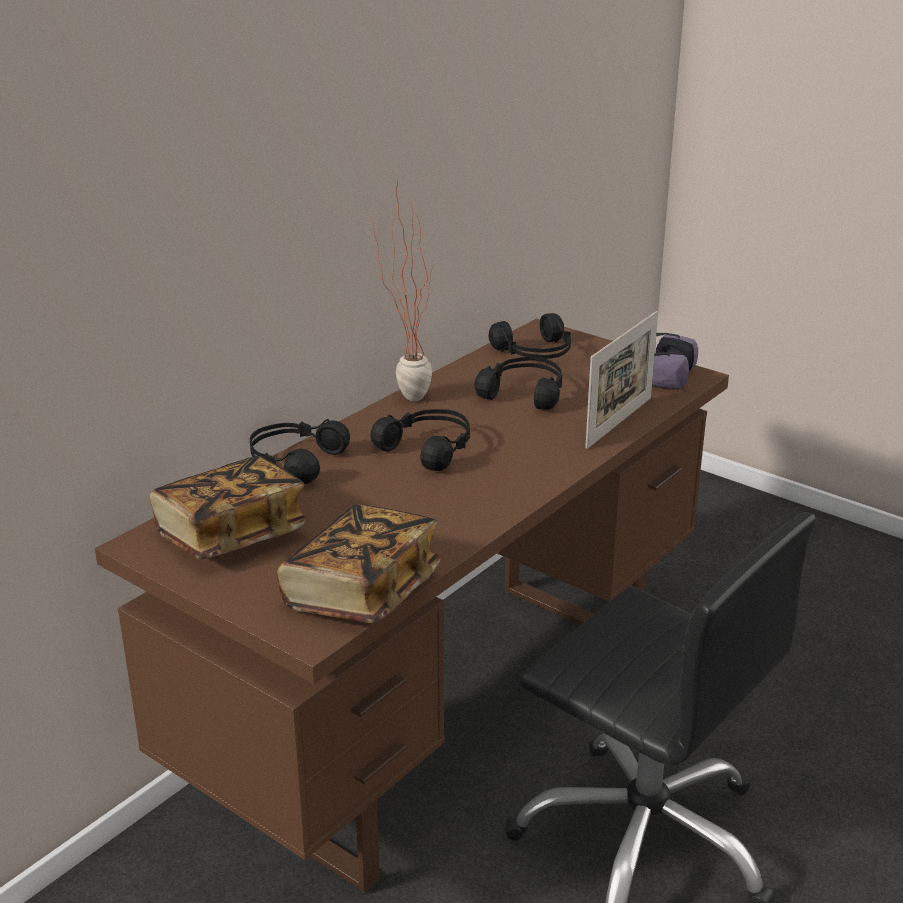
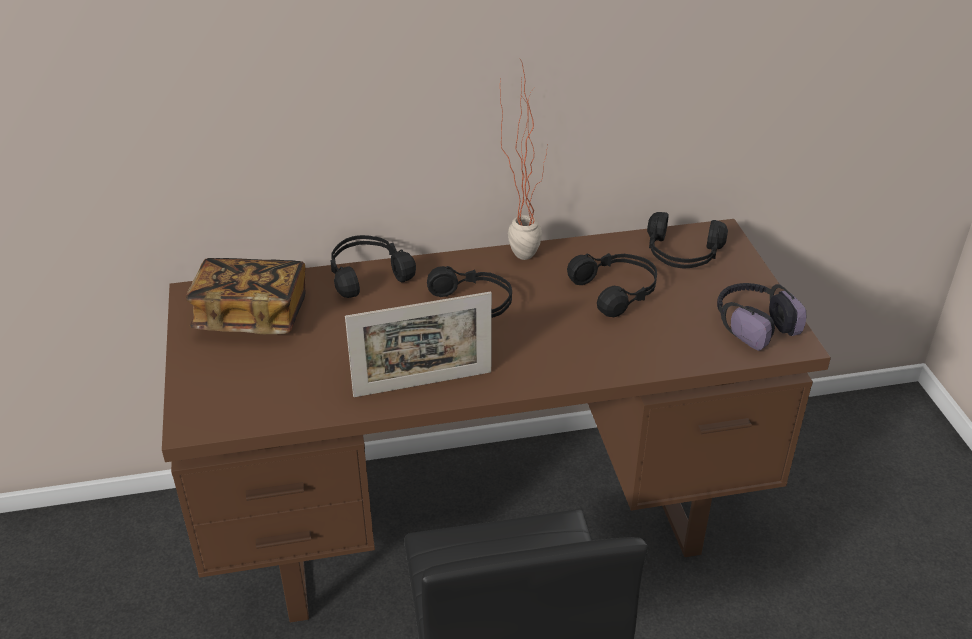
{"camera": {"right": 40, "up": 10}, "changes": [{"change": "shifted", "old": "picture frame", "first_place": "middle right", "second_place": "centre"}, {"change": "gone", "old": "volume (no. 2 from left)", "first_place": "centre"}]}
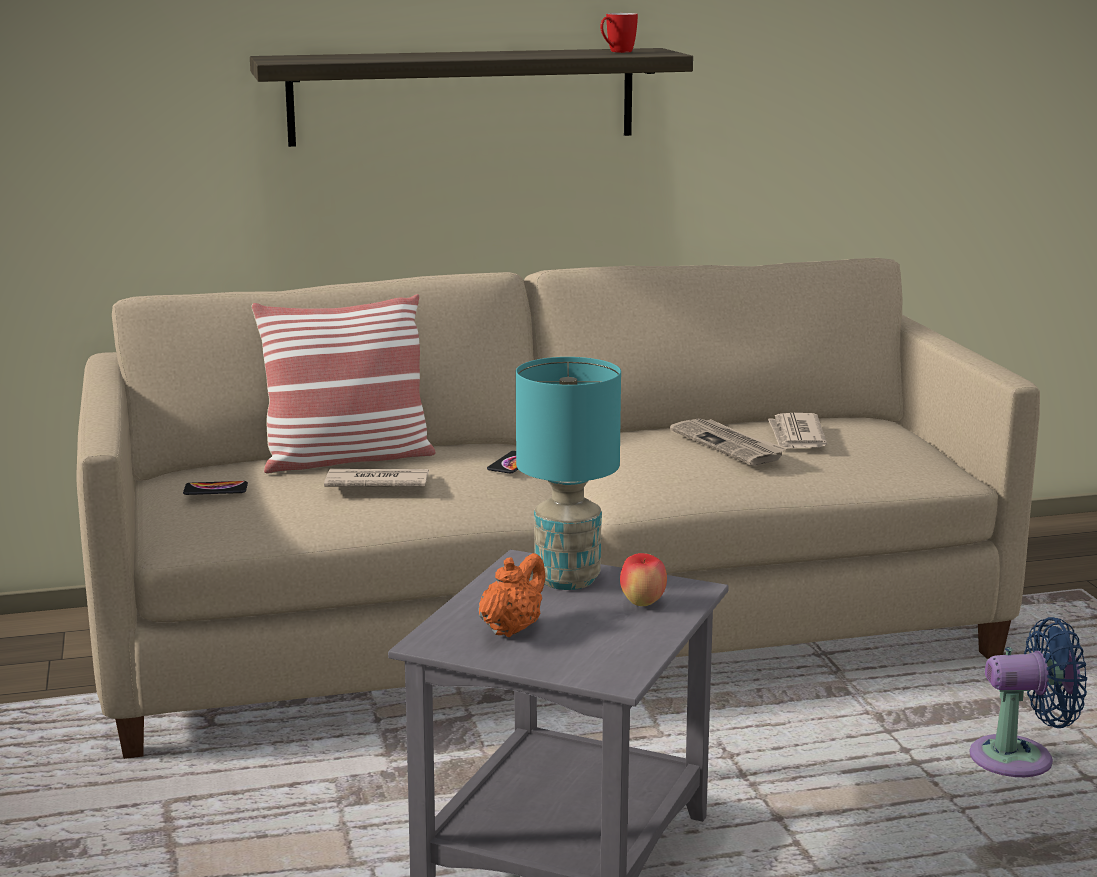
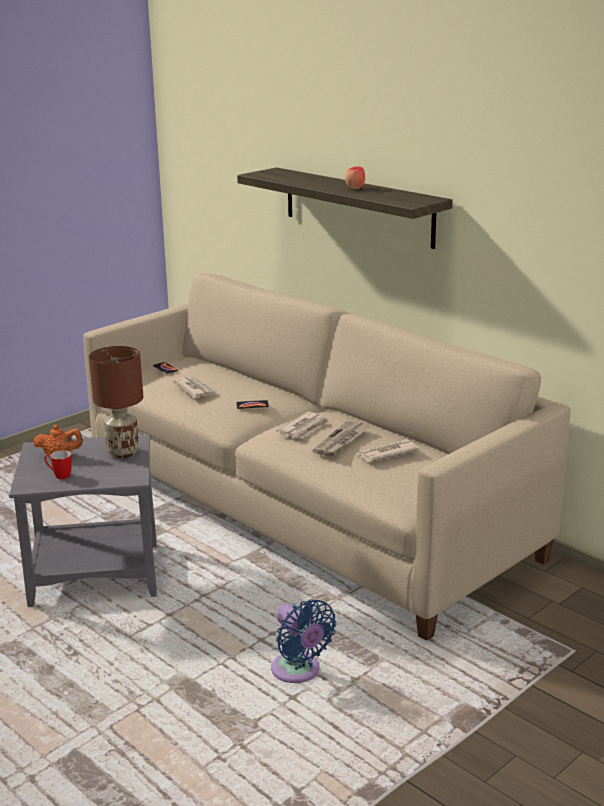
{"camera": {"right": 60, "up": 5}, "changes": [{"change": "shifted", "old": "mug", "first_place": "top centre", "second_place": "middle left"}, {"change": "gone", "old": "cushion", "first_place": "middle left"}, {"change": "repainted", "old": "turquoise table lamp", "new": "brown-coloured table lamp", "first_place": "centre", "second_place": "middle left"}, {"change": "shifted", "old": "whole apple", "first_place": "centre", "second_place": "top centre"}, {"change": "new", "new": "newspaper (no. 2 from left)", "second_place": "centre"}]}
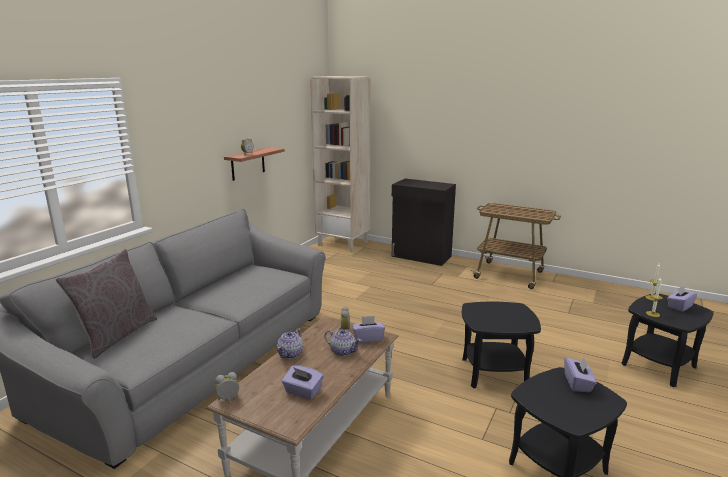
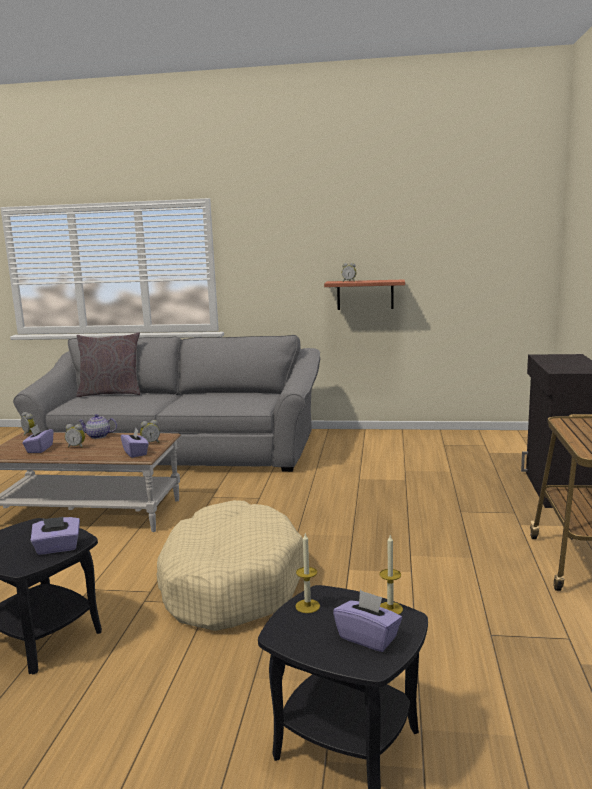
{"camera": {"right": 70, "up": -5}, "changes": [{"change": "gone", "old": "beige bookcase", "first_place": "centre"}, {"change": "swapped", "old": "black-coloured end table (no. 1 from left)", "new": "beige dog cushion", "first_place": "bottom right", "second_place": "bottom centre"}, {"change": "gone", "old": "pot for tea (no. 2 from left)", "first_place": "bottom centre"}, {"change": "new", "new": "alarm clock (no. 2 from left)", "second_place": "middle left"}]}
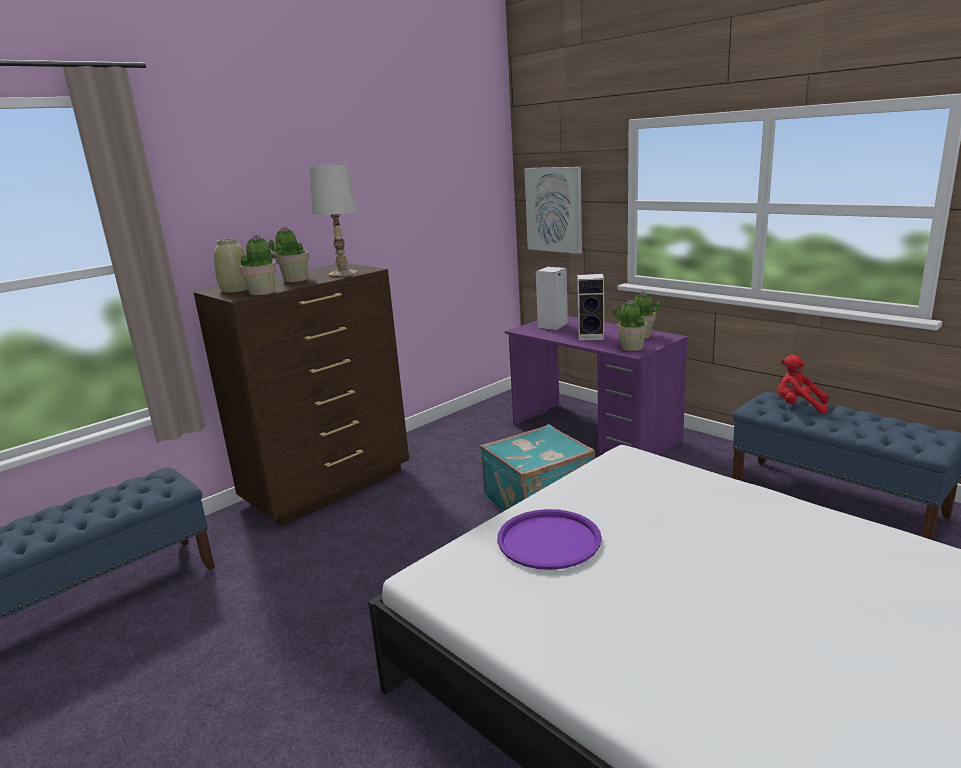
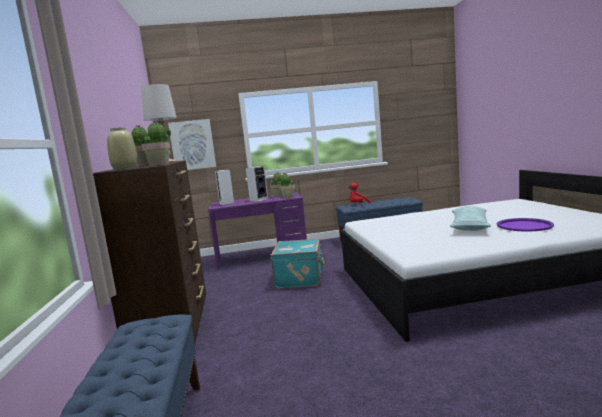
{"camera": {"right": -55, "up": -10}, "changes": [{"change": "shifted", "old": "purple tray", "first_place": "bottom centre", "second_place": "middle right"}, {"change": "new", "new": "cushion", "second_place": "middle right"}]}
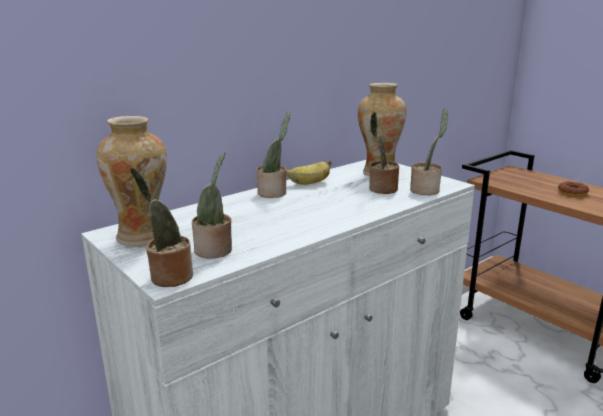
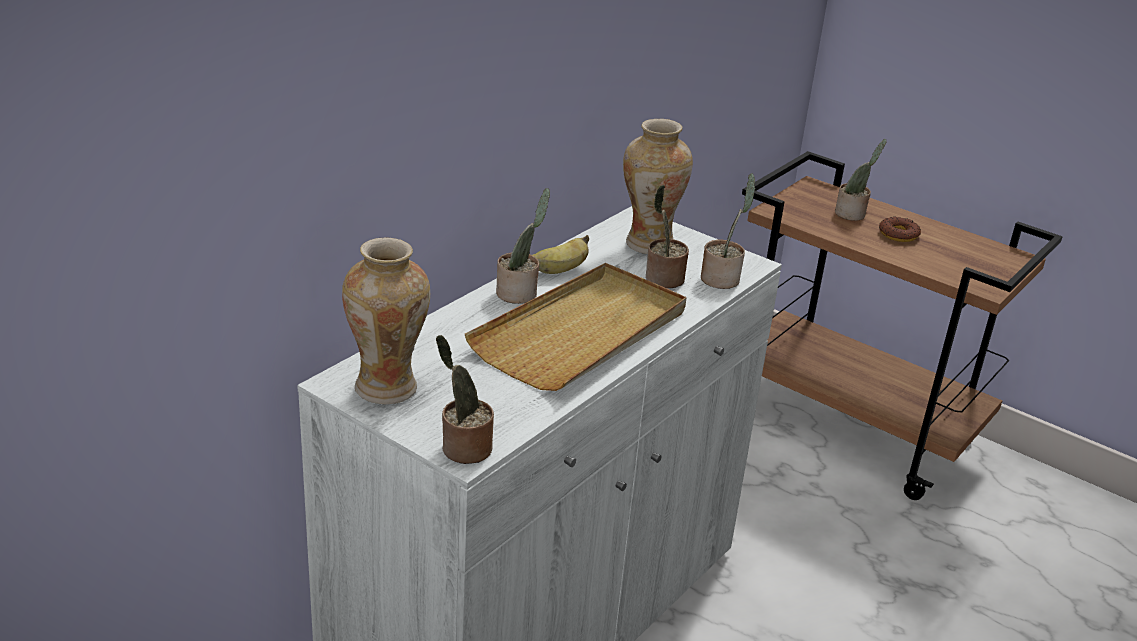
{"camera": {"right": -15, "up": 10}, "changes": [{"change": "shifted", "old": "plant in a pot (no. 2 from left in the first image)", "new": "plant in a pot (no. 5 from left)", "first_place": "centre", "second_place": "top right"}, {"change": "new", "new": "beige tray", "second_place": "centre"}]}
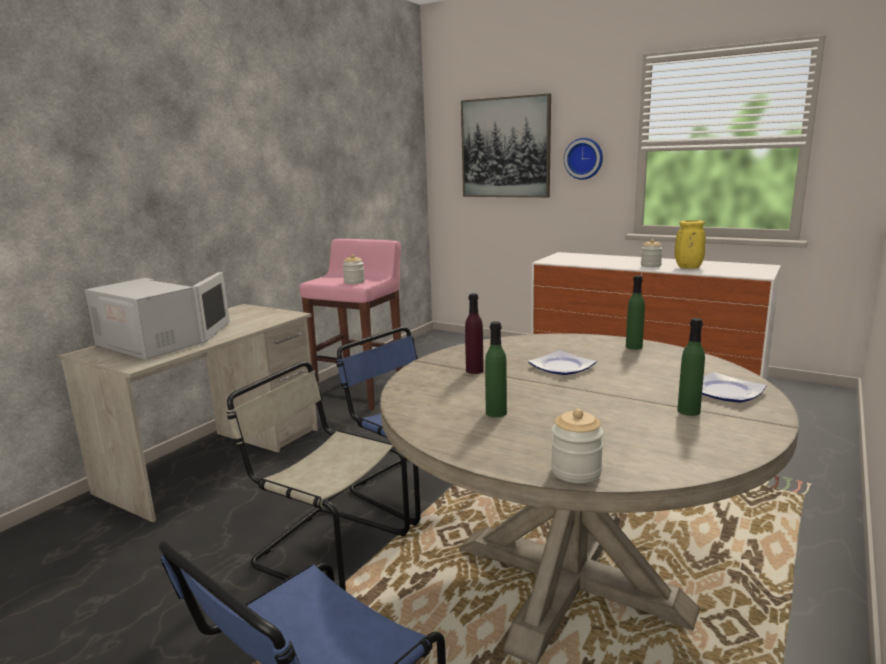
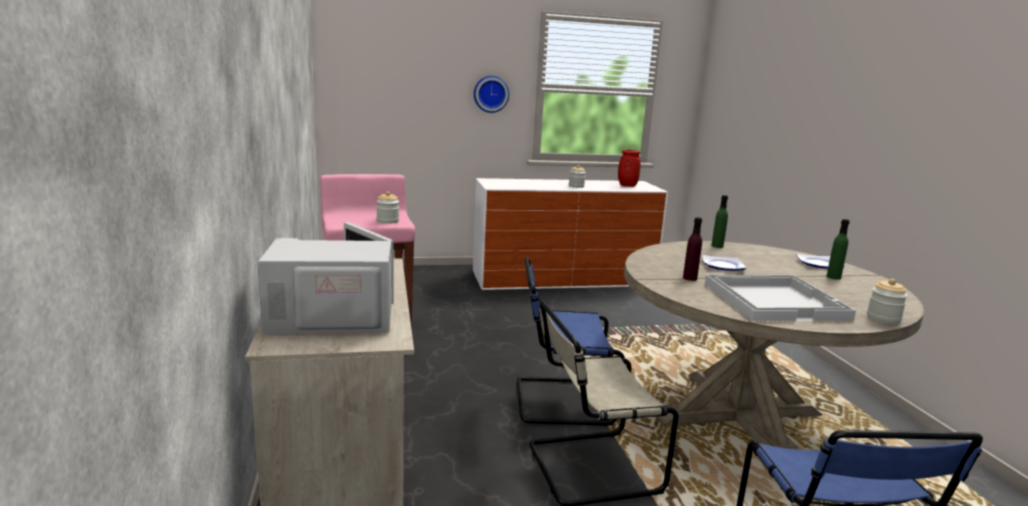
{"camera": {"right": -45, "up": 0}, "changes": [{"change": "gone", "old": "wall art", "first_place": "top centre"}, {"change": "gone", "old": "yellowish flower vase", "first_place": "middle right"}, {"change": "swapped", "old": "green bottle (no. 1 from left)", "new": "whitish tray", "first_place": "centre", "second_place": "middle right"}, {"change": "new", "new": "reddish flower vase", "second_place": "top centre"}]}
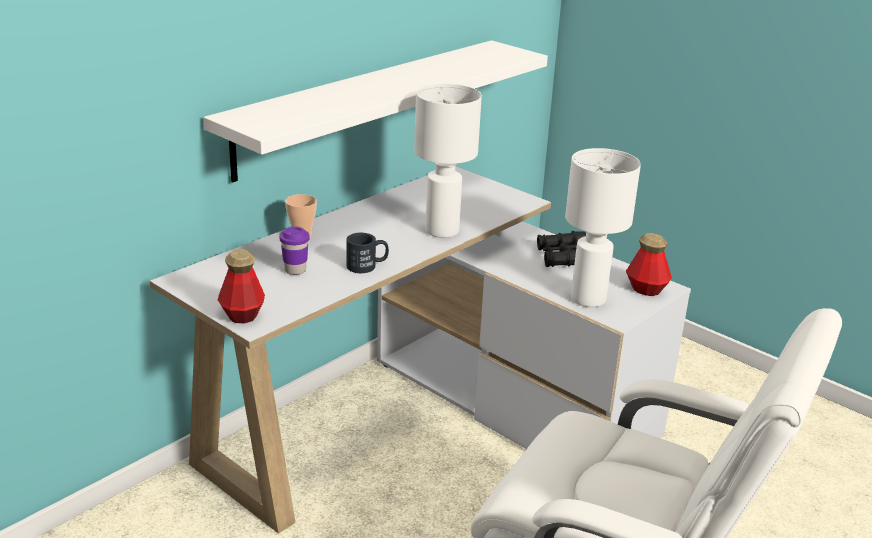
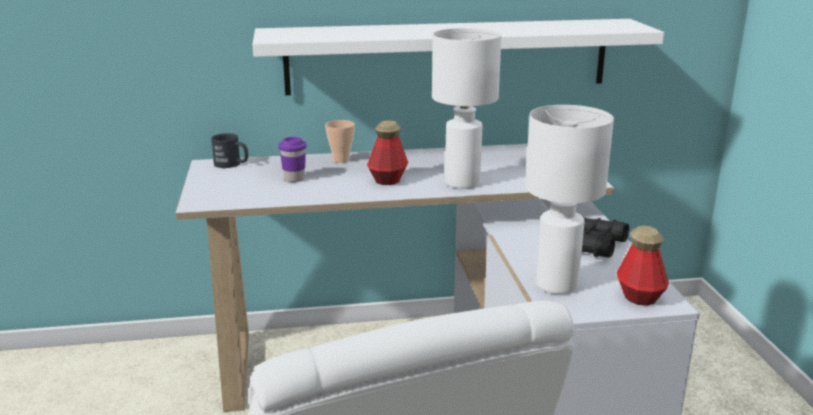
{"camera": {"right": 40, "up": -5}, "changes": [{"change": "shifted", "old": "black-coloured mug", "first_place": "centre", "second_place": "middle left"}, {"change": "shifted", "old": "bottle (no. 1 from left)", "first_place": "middle left", "second_place": "centre"}]}
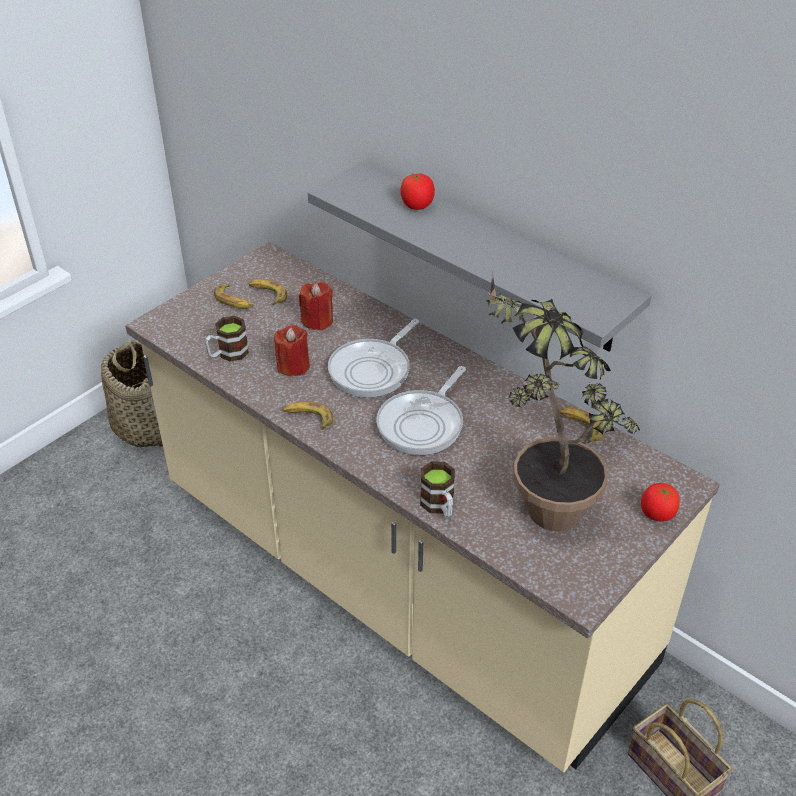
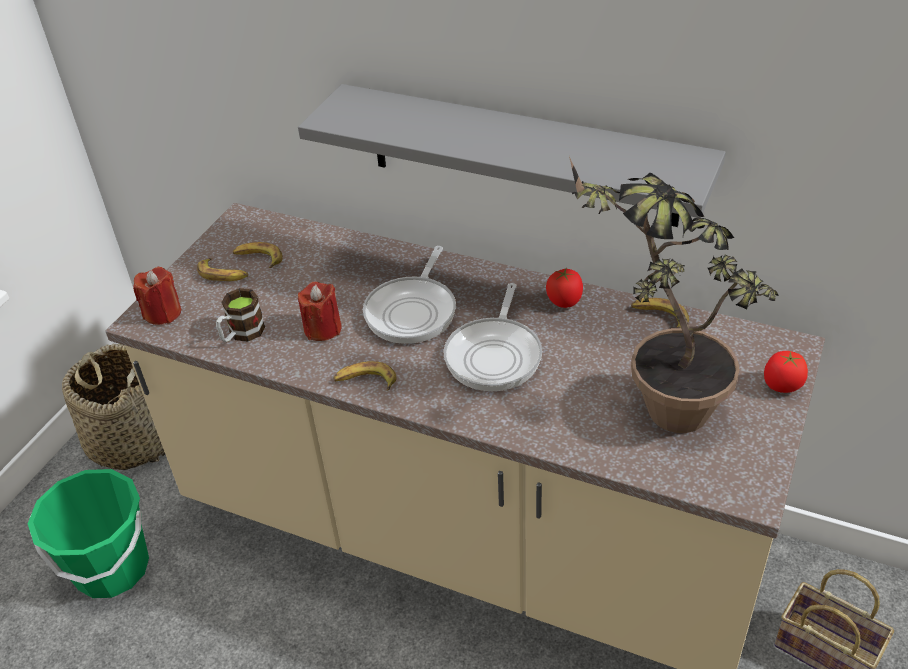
{"camera": {"right": -15, "up": 0}, "changes": [{"change": "shifted", "old": "whole tomato (no. 1 from left)", "first_place": "top centre", "second_place": "centre"}, {"change": "shifted", "old": "reddish wax light (no. 2 from left in the first image)", "new": "reddish wax light (no. 1 from left)", "first_place": "centre", "second_place": "middle left"}, {"change": "gone", "old": "mug (no. 2 from left)", "first_place": "centre"}, {"change": "new", "new": "green water bucket", "second_place": "bottom left"}]}
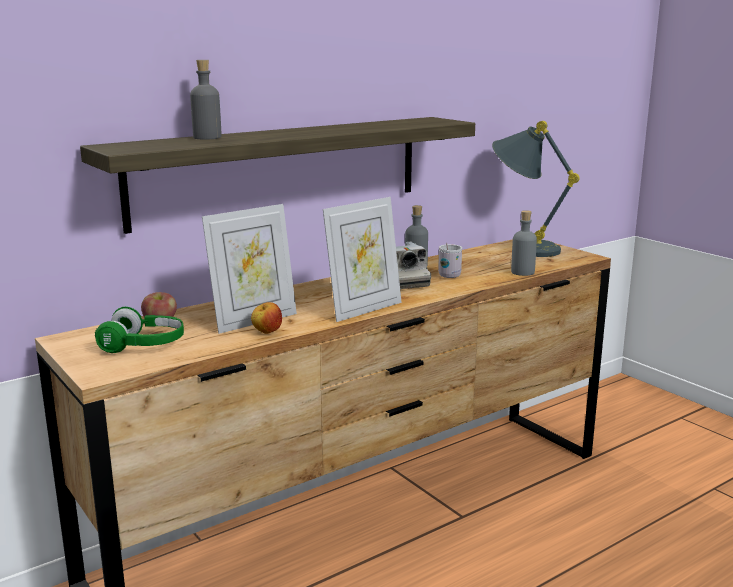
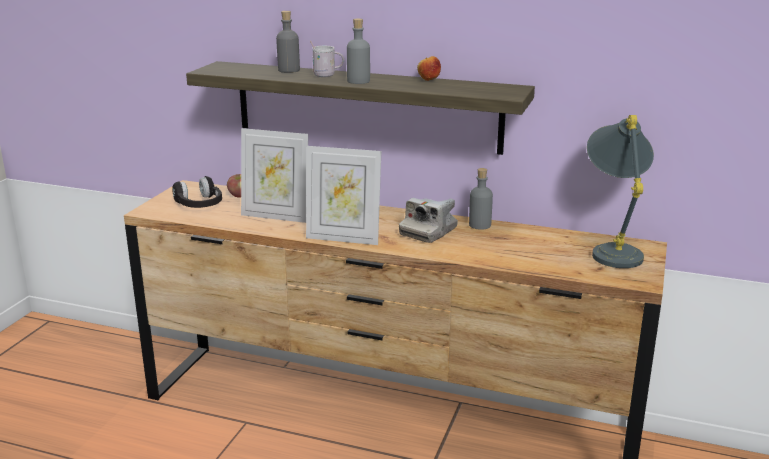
{"camera": {"right": 55, "up": 5}, "changes": [{"change": "shifted", "old": "grey bottle (no. 3 from left in the first image)", "new": "grey bottle (no. 2 from left)", "first_place": "middle right", "second_place": "top centre"}, {"change": "shifted", "old": "whitish mug", "first_place": "centre", "second_place": "top centre"}, {"change": "shifted", "old": "whole apple (no. 2 from left)", "first_place": "centre", "second_place": "top centre"}, {"change": "repainted", "old": "green pair of headphones", "new": "black-coloured pair of headphones", "first_place": "middle left", "second_place": "middle left"}]}
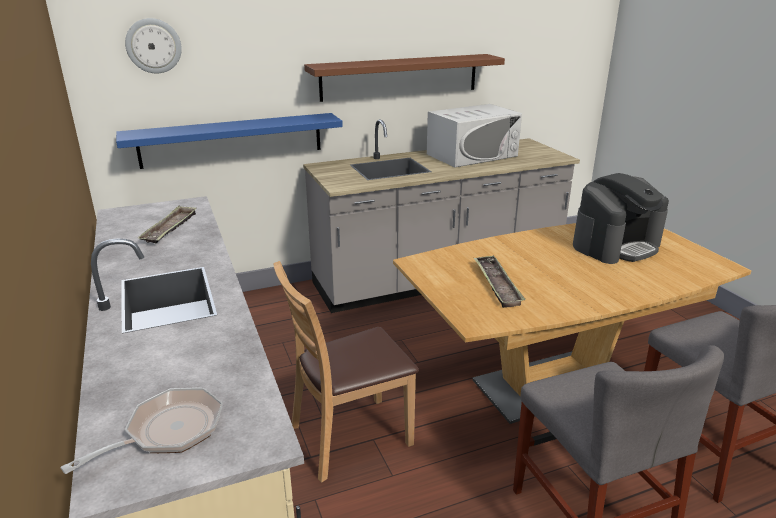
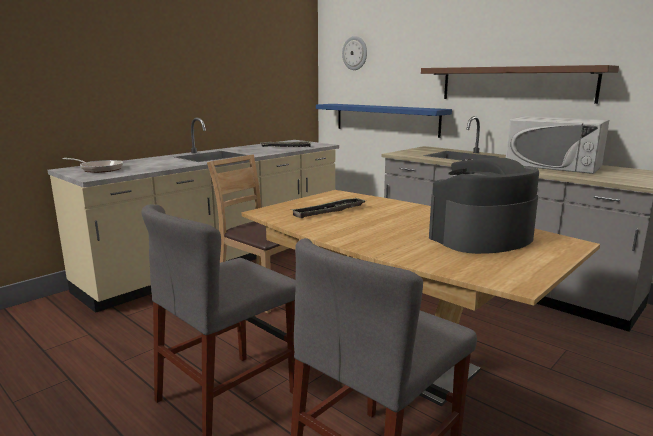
{"camera": {"right": 65, "up": -10}, "changes": [{"change": "rotated", "old": "coffee machine", "first_place": "middle right", "second_place": "middle right", "degrees": 120}]}
